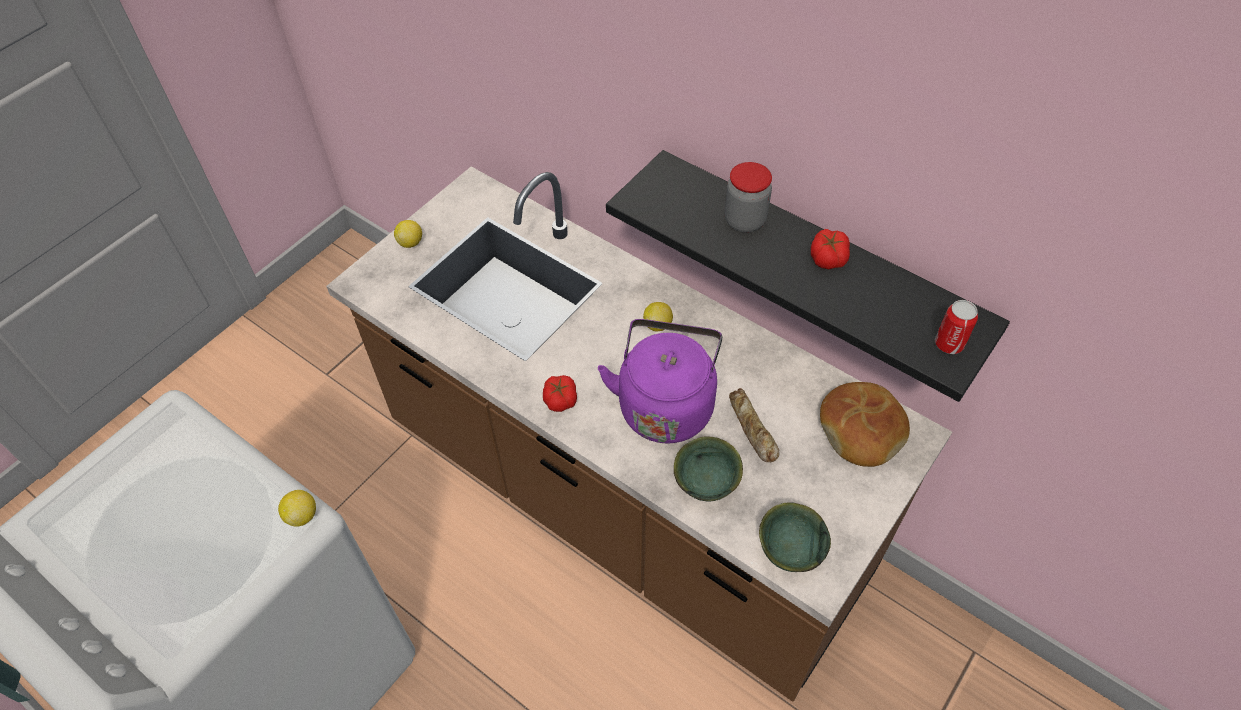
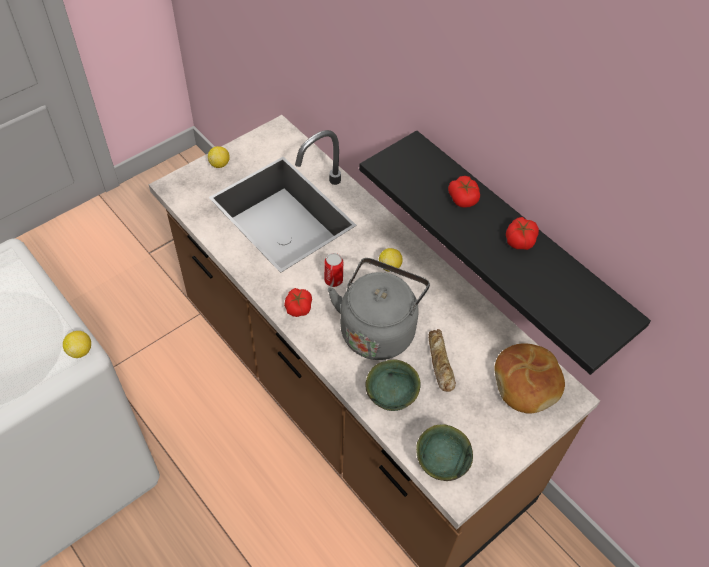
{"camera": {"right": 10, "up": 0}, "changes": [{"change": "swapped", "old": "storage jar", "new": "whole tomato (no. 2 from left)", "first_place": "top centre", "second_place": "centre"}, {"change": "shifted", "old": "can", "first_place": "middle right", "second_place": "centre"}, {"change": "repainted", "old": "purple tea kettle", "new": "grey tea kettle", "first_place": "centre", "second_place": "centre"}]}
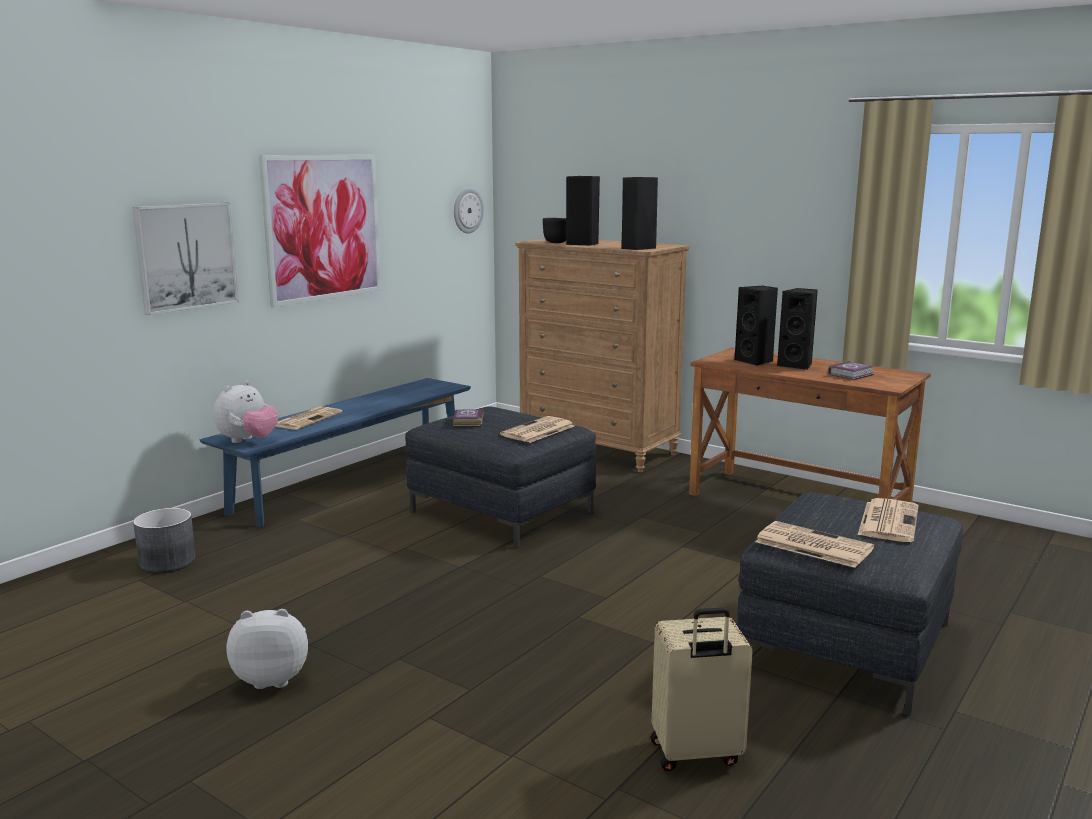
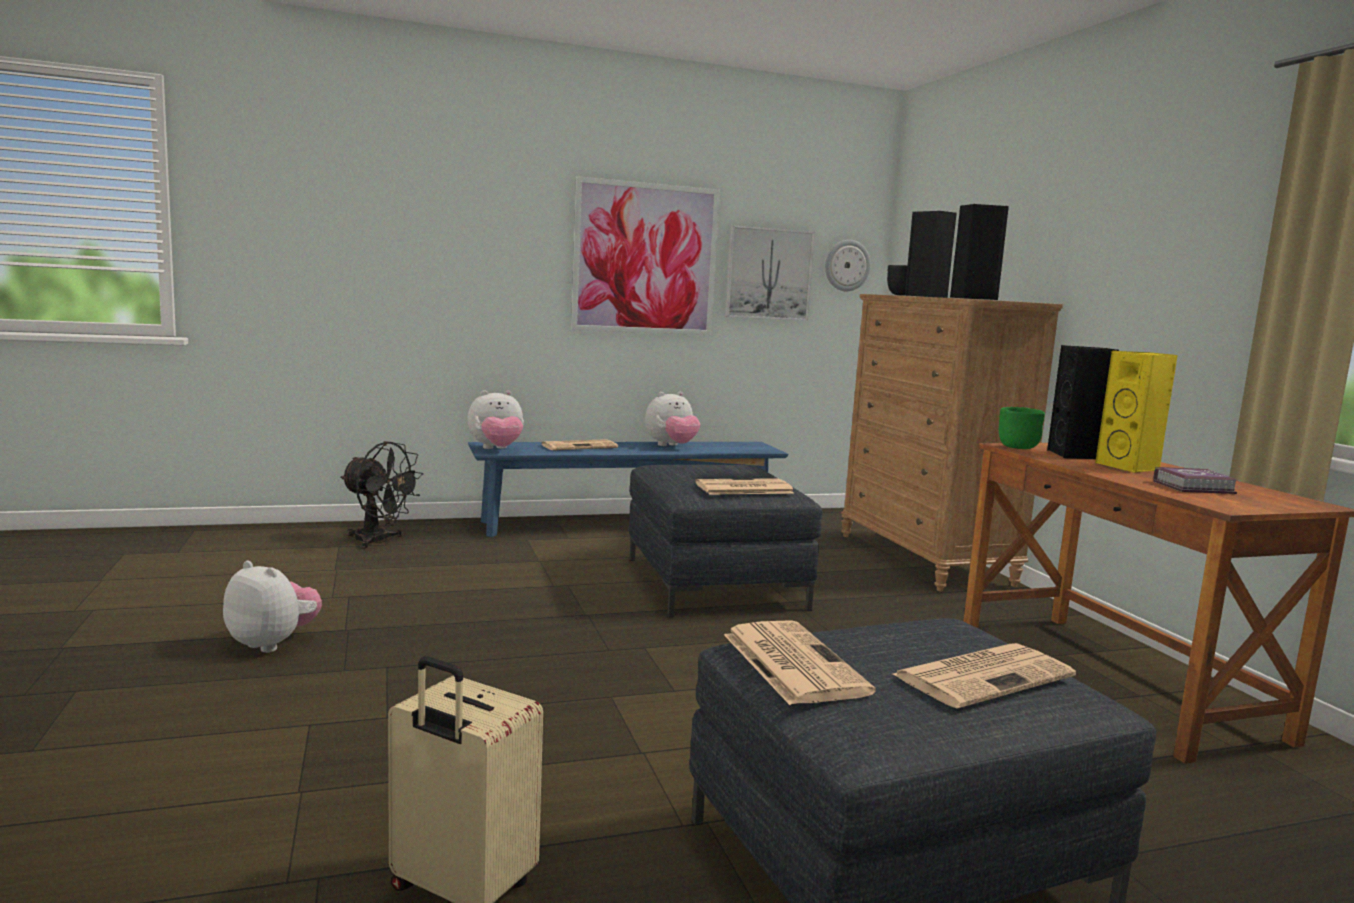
{"camera": {"right": 35, "up": -5}, "changes": [{"change": "shifted", "old": "wall art (no. 1 from left in the first image)", "new": "wall art (no. 2 from left)", "first_place": "top left", "second_place": "top centre"}, {"change": "repainted", "old": "black-coloured loudspeaker (no. 4 from left)", "new": "yellowish loudspeaker", "first_place": "middle right", "second_place": "middle right"}, {"change": "gone", "old": "volume (no. 1 from left)", "first_place": "centre"}, {"change": "swapped", "old": "grey planter", "new": "black-coloured electric fan", "first_place": "middle left", "second_place": "middle left"}, {"change": "new", "new": "soft toy (no. 3 from left)", "second_place": "centre"}, {"change": "new", "new": "green deep dish", "second_place": "middle right"}]}
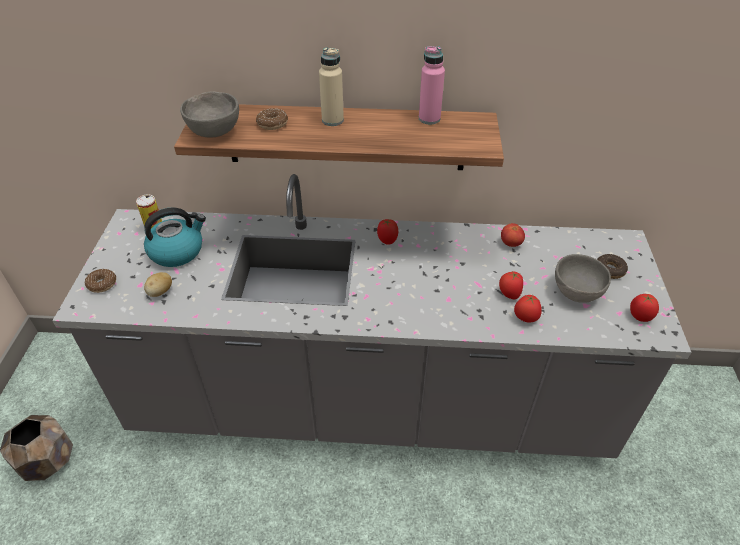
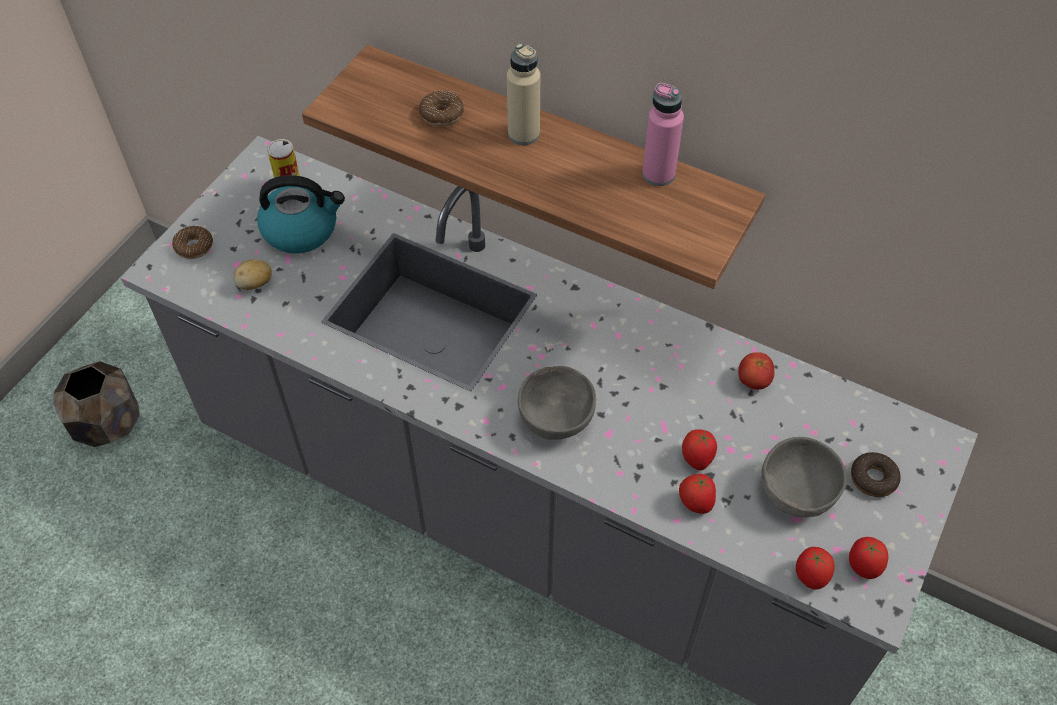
{"camera": {"right": 25, "up": 10}, "changes": [{"change": "shifted", "old": "grey deep dish (no. 1 from left)", "first_place": "top left", "second_place": "centre"}, {"change": "shifted", "old": "whole tomato (no. 1 from left in the first image)", "new": "whole tomato (no. 4 from left)", "first_place": "centre", "second_place": "bottom right"}]}
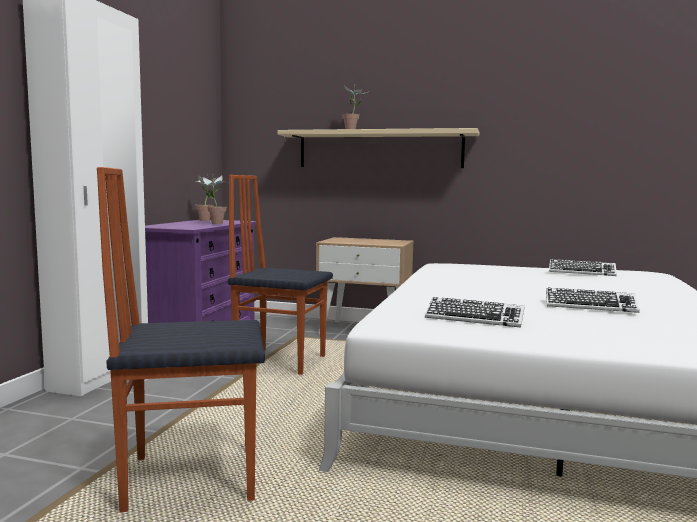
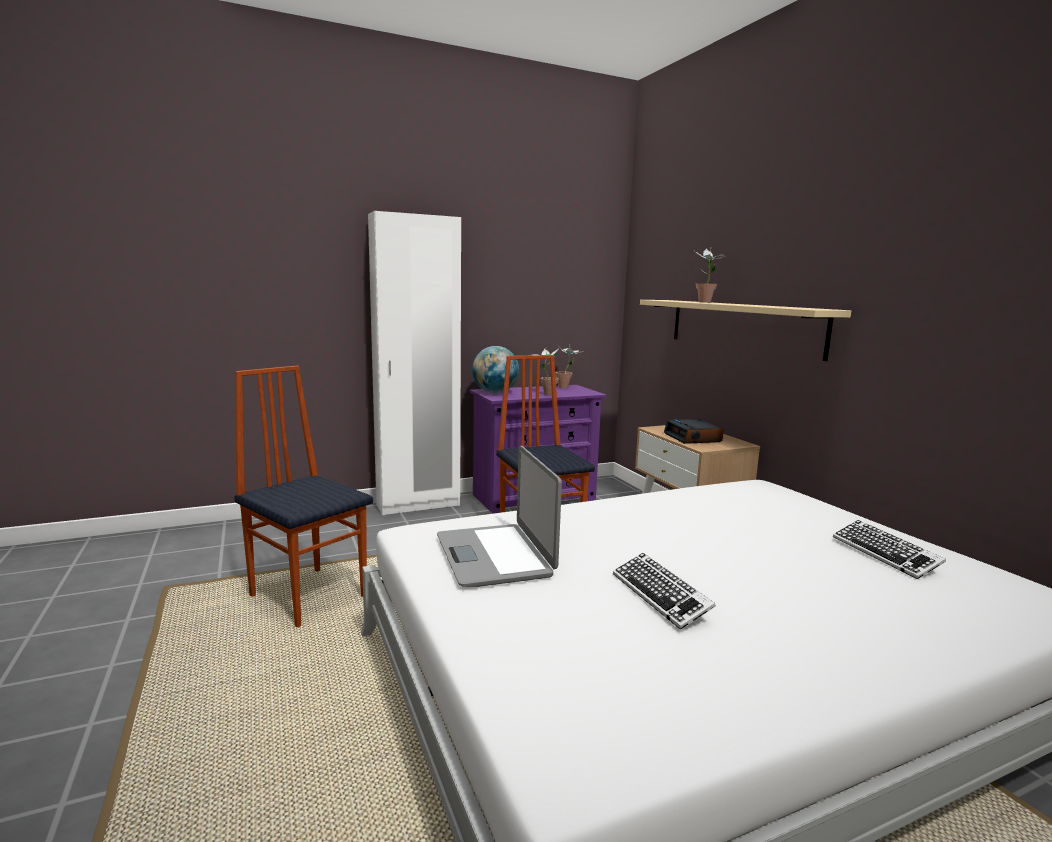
{"camera": {"right": 50, "up": 5}, "changes": [{"change": "swapped", "old": "PC keyboard (no. 1 from left)", "new": "notebook computer", "first_place": "middle right", "second_place": "centre"}, {"change": "new", "new": "desk globe", "second_place": "centre"}, {"change": "new", "new": "alarm clock", "second_place": "centre"}]}
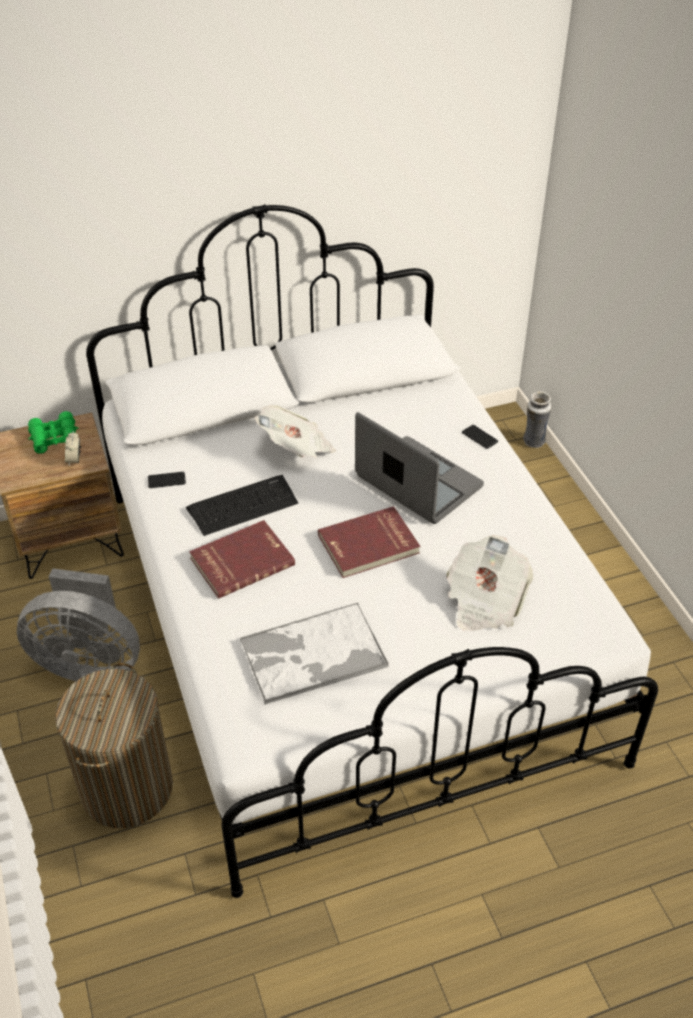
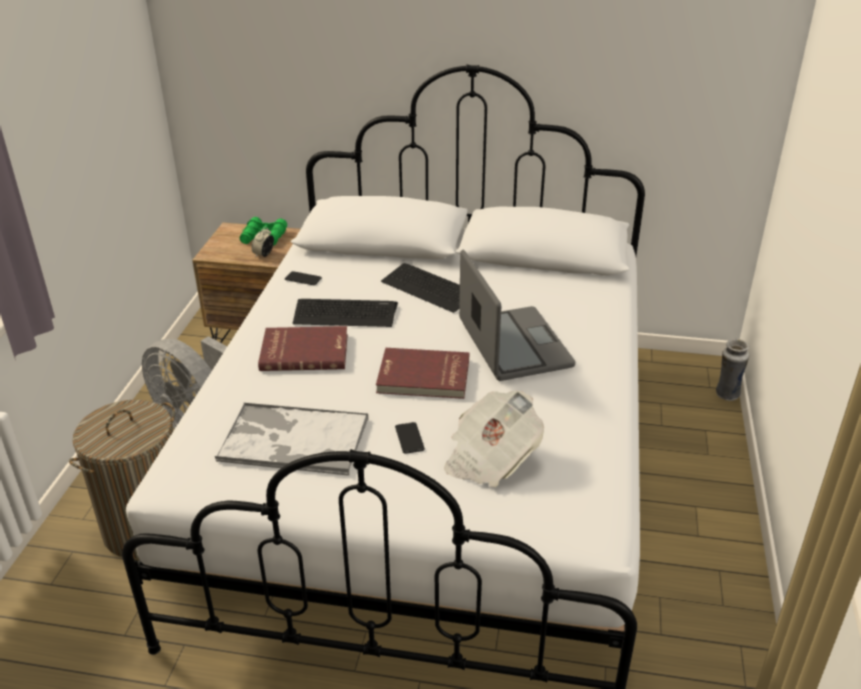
{"camera": {"right": 30, "up": -10}, "changes": [{"change": "swapped", "old": "newspaper (no. 1 from left)", "new": "PC keyboard (no. 2 from left)", "first_place": "centre", "second_place": "centre"}, {"change": "shifted", "old": "phone (no. 2 from left)", "first_place": "middle right", "second_place": "centre"}]}
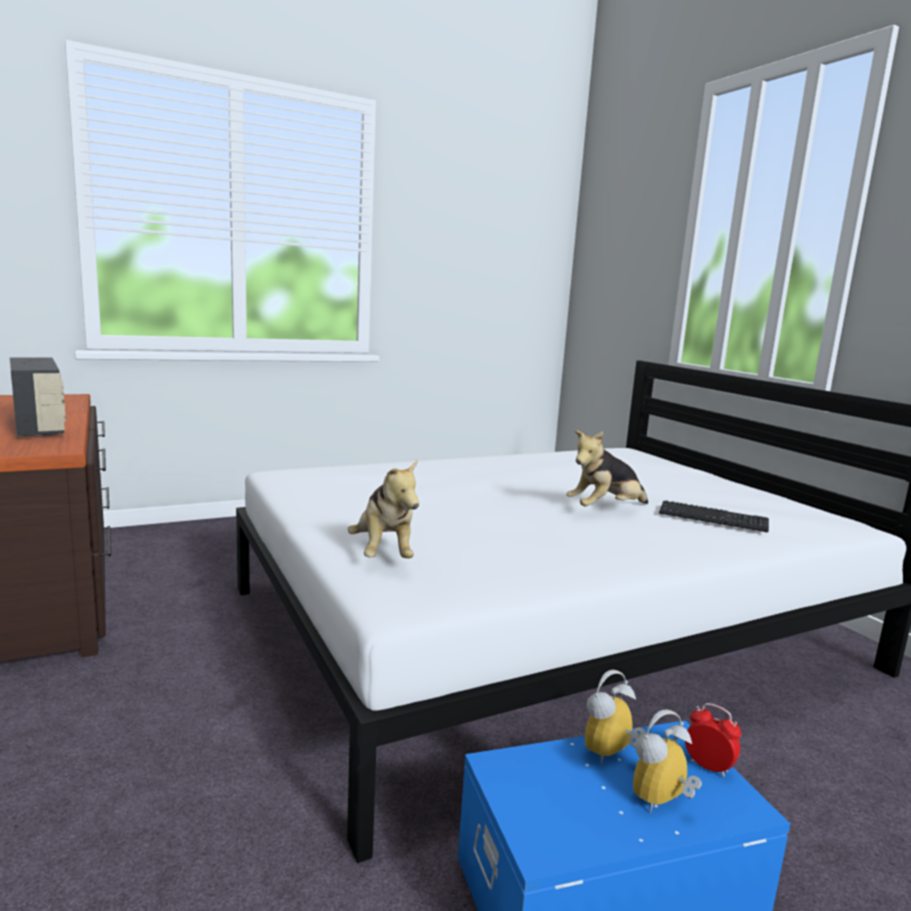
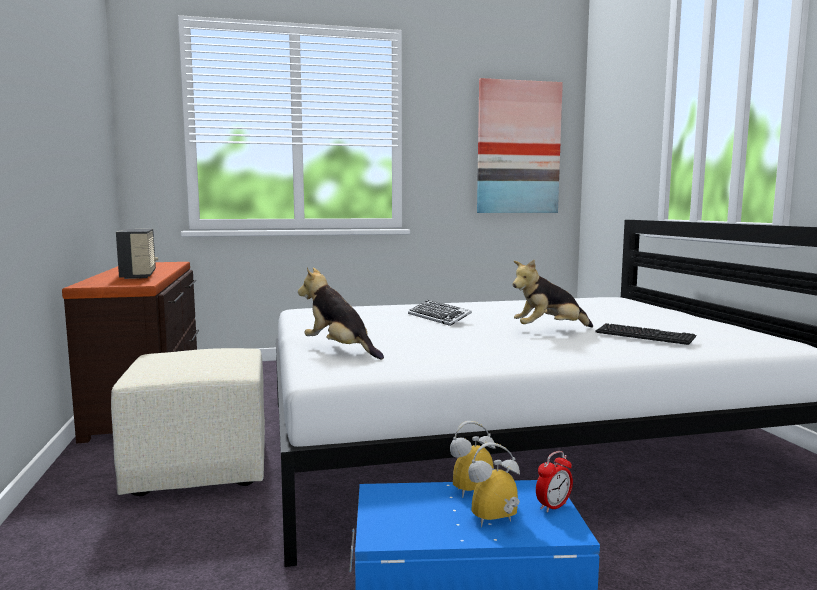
{"camera": {"right": 15, "up": -5}, "changes": [{"change": "rotated", "old": "soft toy (no. 1 from left)", "first_place": "centre", "second_place": "centre", "degrees": 135}, {"change": "rotated", "old": "alarm clock (no. 3 from left)", "first_place": "bottom right", "second_place": "bottom right", "degrees": 90}, {"change": "new", "new": "wall art", "second_place": "top centre"}, {"change": "new", "new": "PC keyboard (no. 1 from left)", "second_place": "centre"}, {"change": "new", "new": "beige footrest", "second_place": "bottom left"}]}
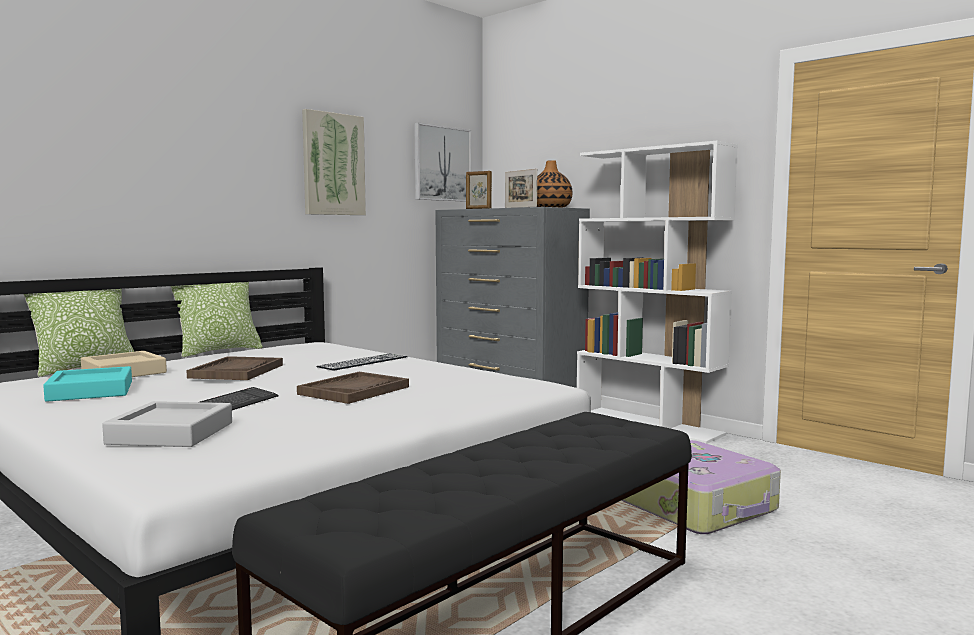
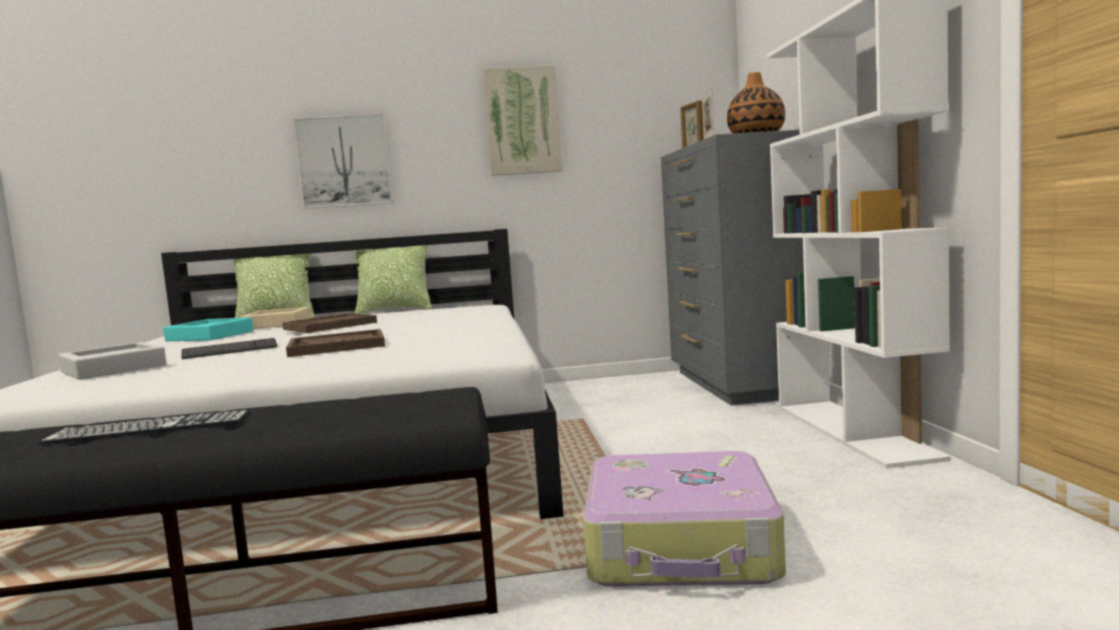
{"camera": {"right": 40, "up": 0}, "changes": [{"change": "shifted", "old": "wall art (no. 2 from left in the first image)", "new": "wall art (no. 1 from left)", "first_place": "top centre", "second_place": "top left"}, {"change": "shifted", "old": "PC keyboard (no. 2 from left in the first image)", "new": "PC keyboard (no. 1 from left)", "first_place": "centre", "second_place": "bottom left"}]}
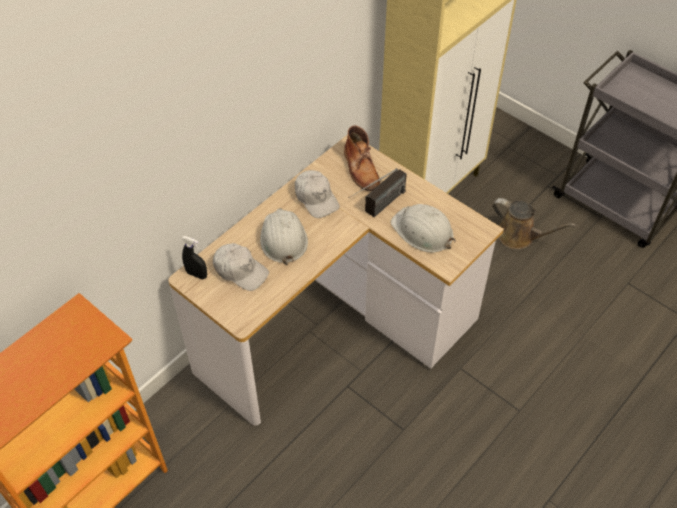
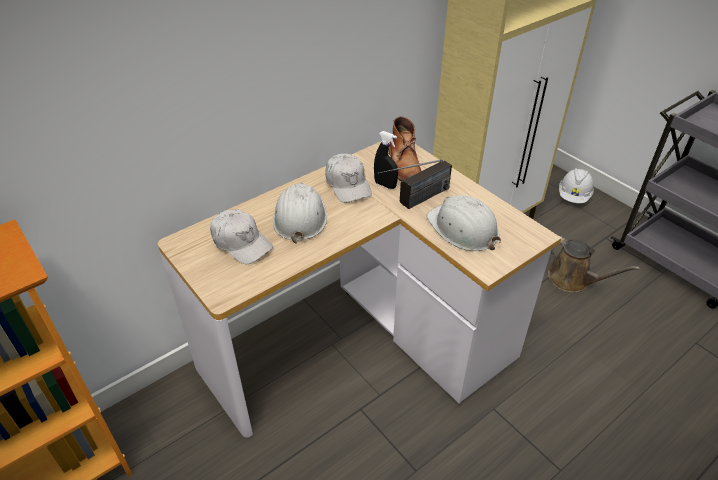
{"camera": {"right": 10, "up": -10}, "changes": [{"change": "shifted", "old": "black-coloured hand sprayer", "first_place": "middle left", "second_place": "centre"}, {"change": "new", "new": "whitish hard hat (no. 3 from left)", "second_place": "middle right"}]}
